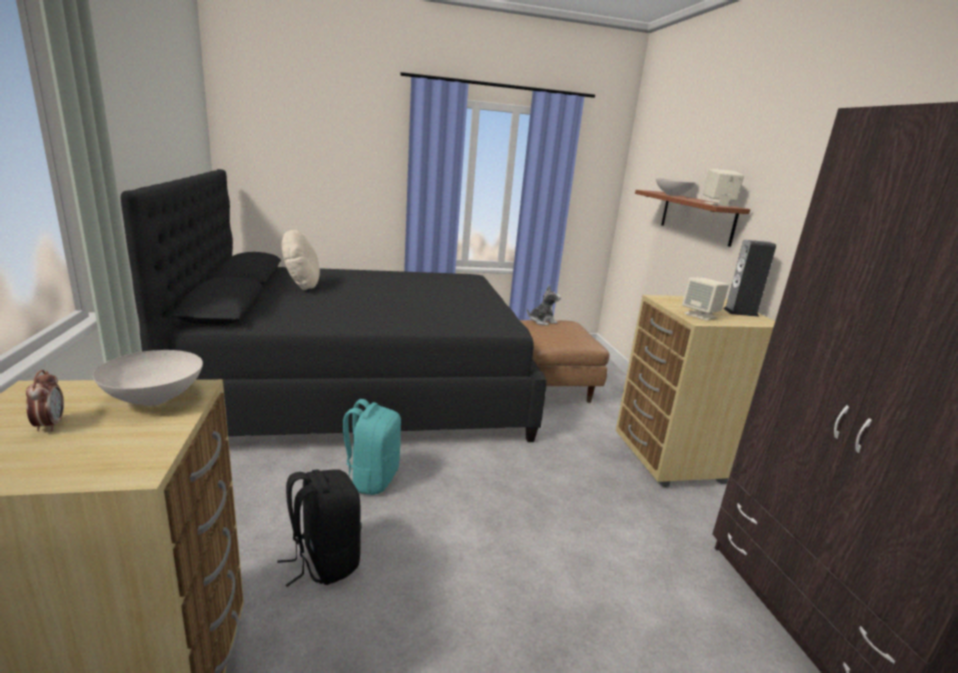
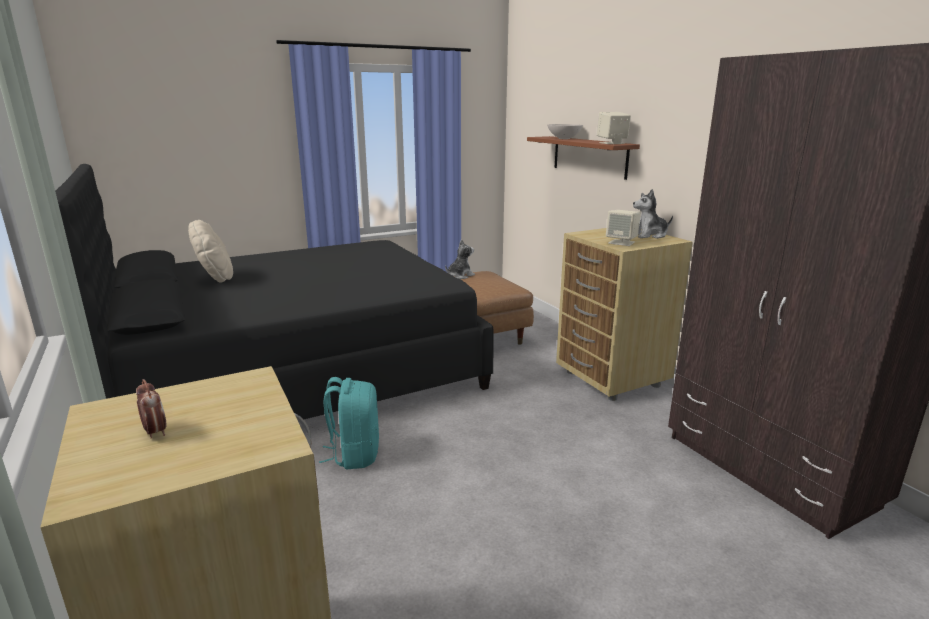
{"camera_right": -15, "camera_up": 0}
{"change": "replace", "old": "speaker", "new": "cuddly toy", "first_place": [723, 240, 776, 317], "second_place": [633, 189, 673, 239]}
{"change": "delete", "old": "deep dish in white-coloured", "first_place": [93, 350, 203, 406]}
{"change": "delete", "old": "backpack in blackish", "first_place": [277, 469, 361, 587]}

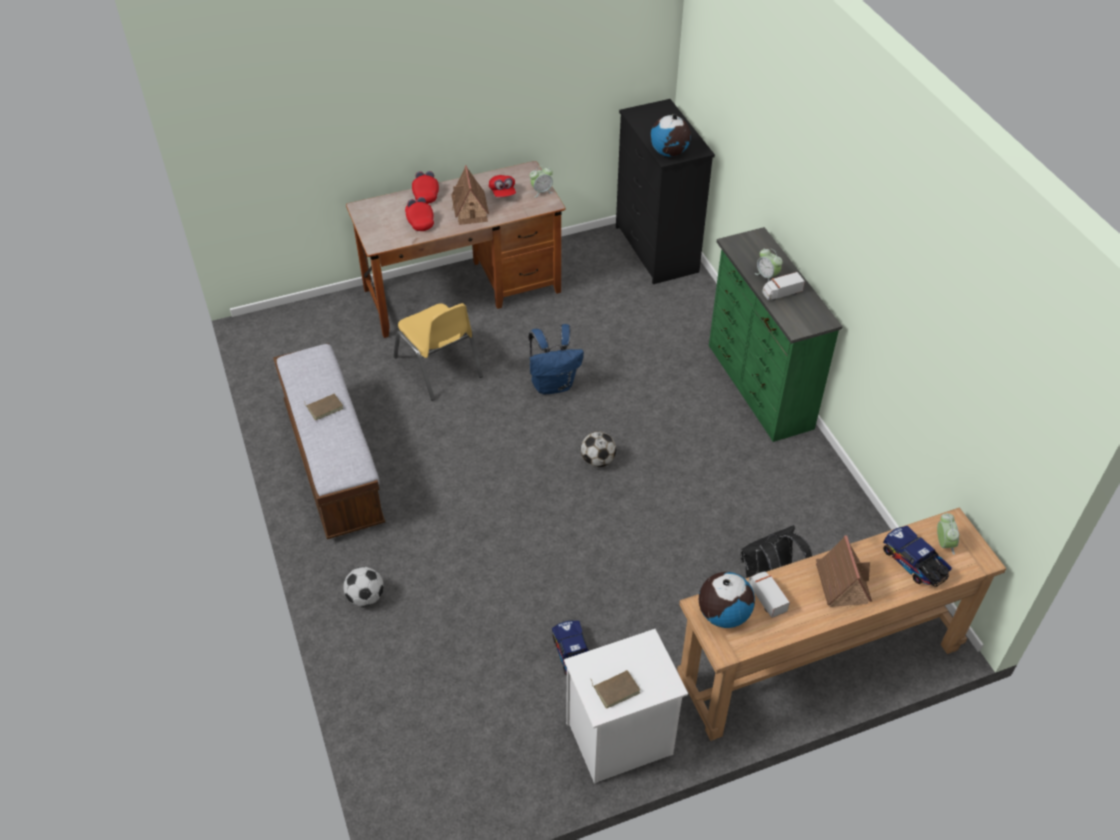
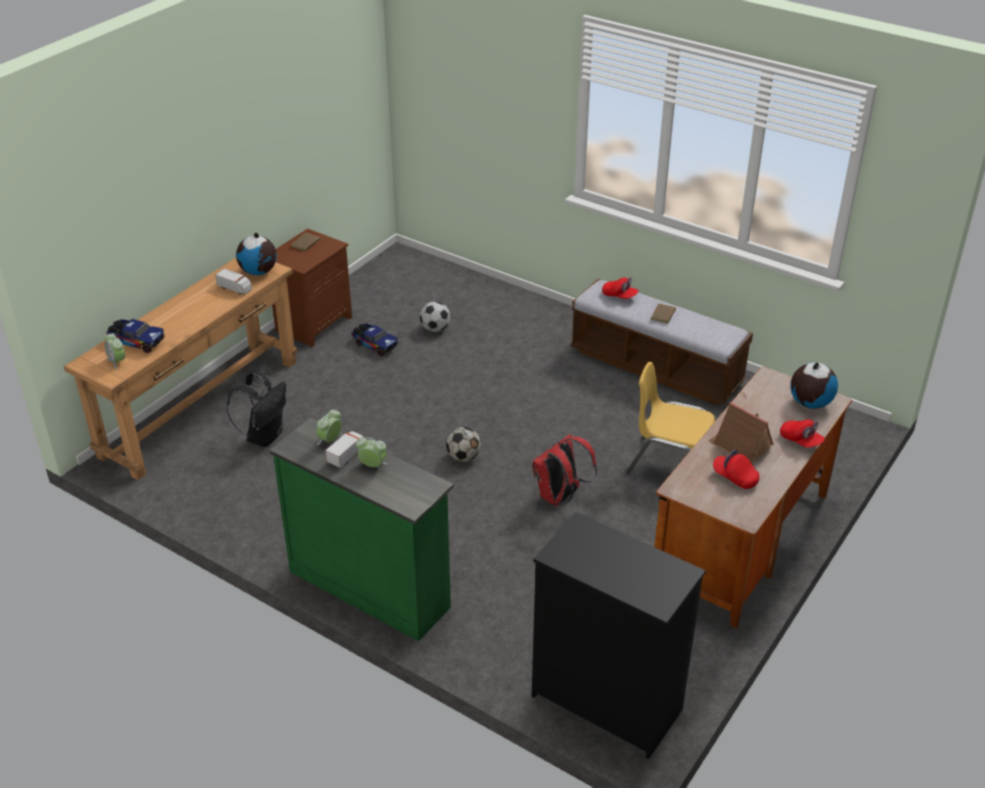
{"camera_right": 145, "camera_up": -10}
{"change": "recolor", "old": "bedside table in white-coloured", "new": "bedside table in brown-coloured", "first_place": [564, 629, 688, 784], "second_place": [272, 229, 352, 348]}
{"change": "move", "old": "bedside clock", "first_place": [529, 166, 553, 197], "second_place": [316, 410, 342, 445]}
{"change": "move", "old": "ball for football", "first_place": [343, 567, 384, 607], "second_place": [420, 301, 450, 332]}
{"change": "recolor", "old": "backpack in bluish", "new": "backpack in red", "first_place": [528, 324, 584, 395], "second_place": [532, 434, 597, 506]}
{"change": "move", "old": "cap in red", "first_place": [405, 197, 434, 231], "second_place": [602, 277, 639, 299]}
{"change": "move", "old": "desk globe", "first_place": [650, 114, 691, 157], "second_place": [790, 362, 838, 409]}
{"change": "delete", "old": "miniature house", "first_place": [816, 535, 872, 607]}

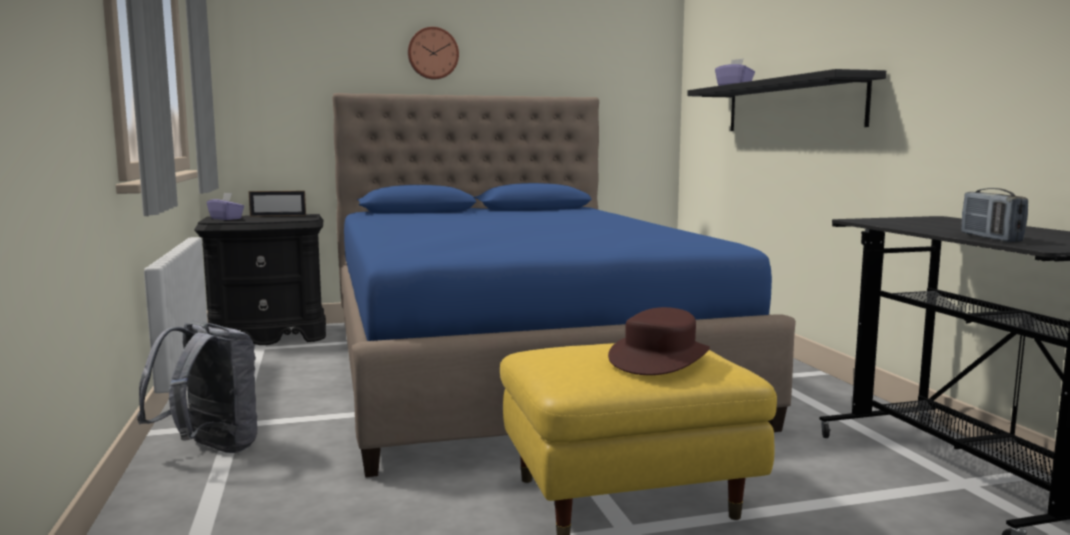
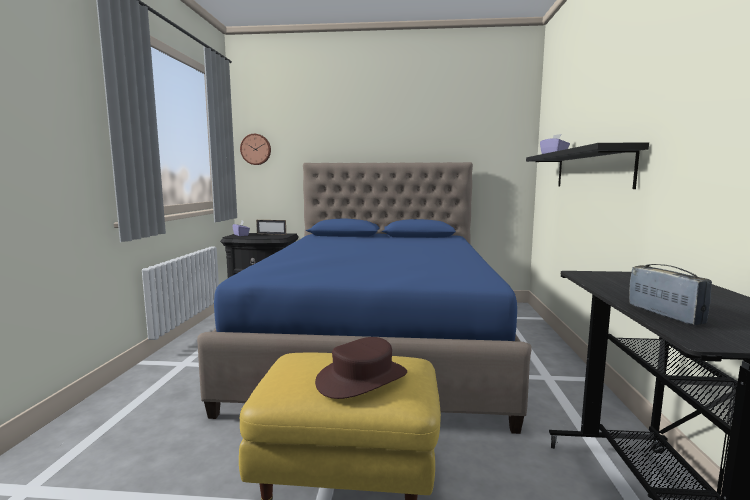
{"camera_right": 20, "camera_up": 0}
{"change": "move", "old": "wall clock", "first_place": [408, 27, 459, 79], "second_place": [240, 134, 271, 165]}
{"change": "rotate", "old": "radio receiver", "first_place": [961, 188, 1028, 242], "second_place": [629, 264, 712, 325], "degrees": 150}
{"change": "delete", "old": "backpack in greyish", "first_place": [137, 320, 258, 453]}

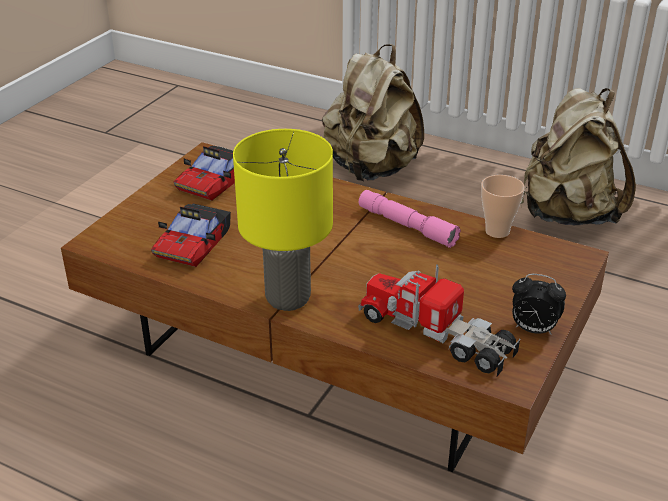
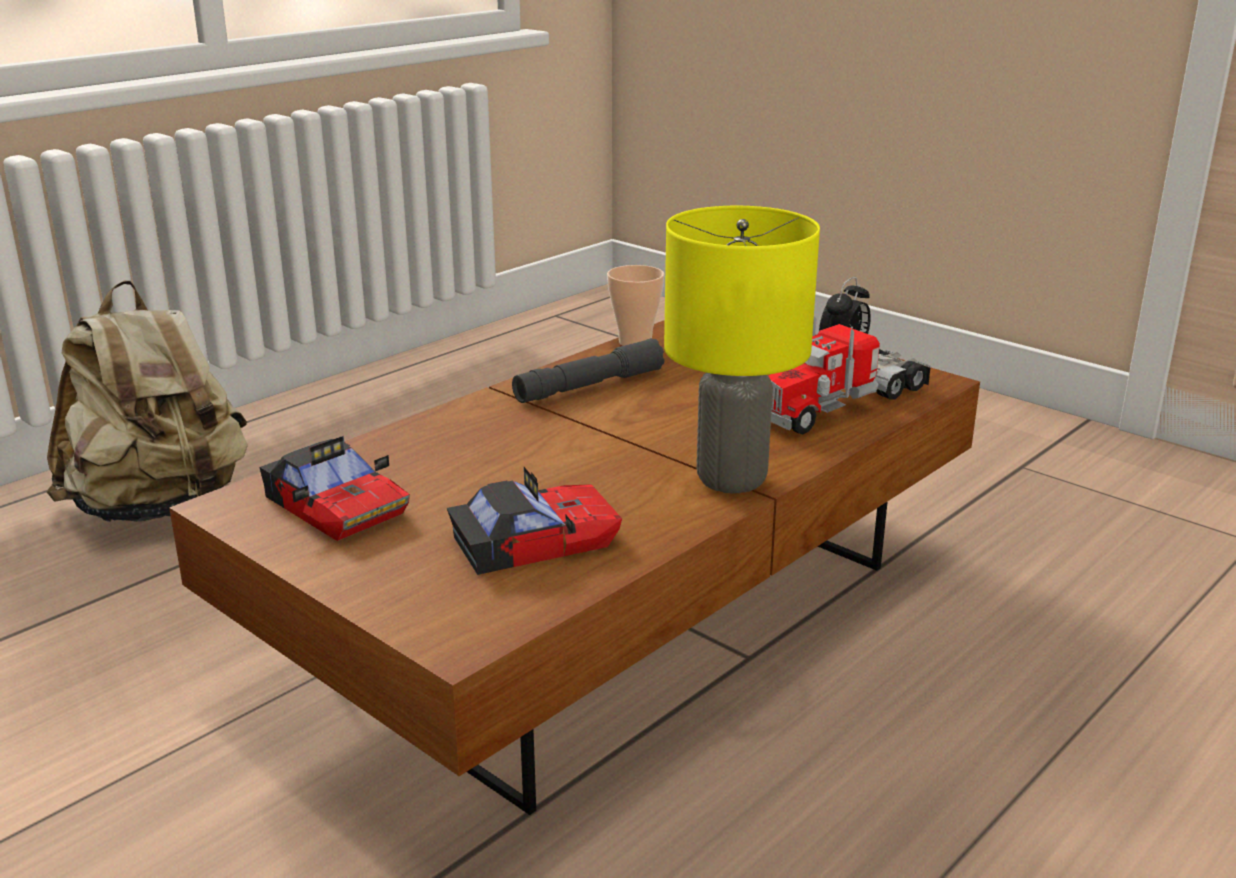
{"camera_right": -75, "camera_up": -10}
{"change": "rotate", "old": "toy car", "first_place": [151, 204, 231, 267], "second_place": [447, 467, 622, 575], "degrees": -60}
{"change": "recolor", "old": "torch in pink", "new": "torch in greyish", "first_place": [359, 190, 461, 248], "second_place": [512, 338, 665, 403]}
{"change": "delete", "old": "backpack in sand-coloured", "first_place": [521, 88, 636, 225]}

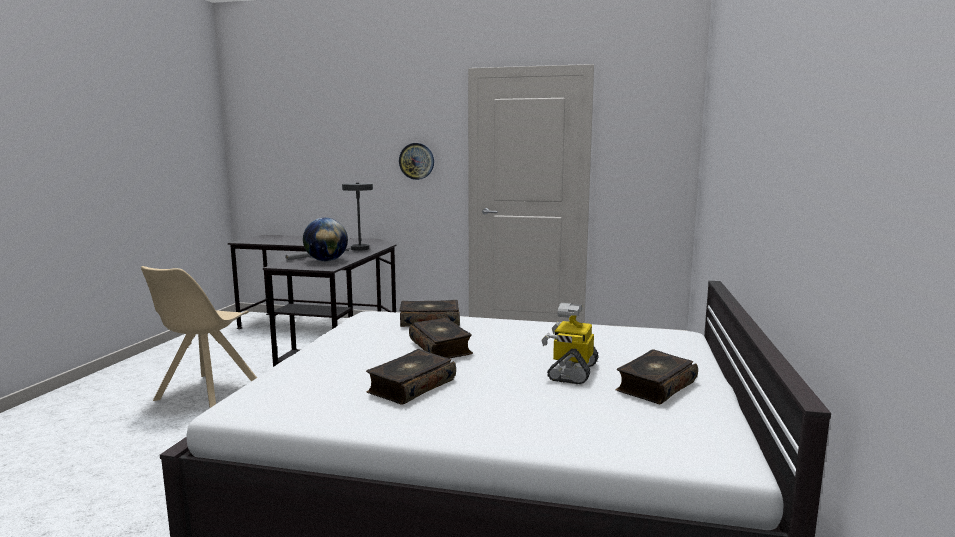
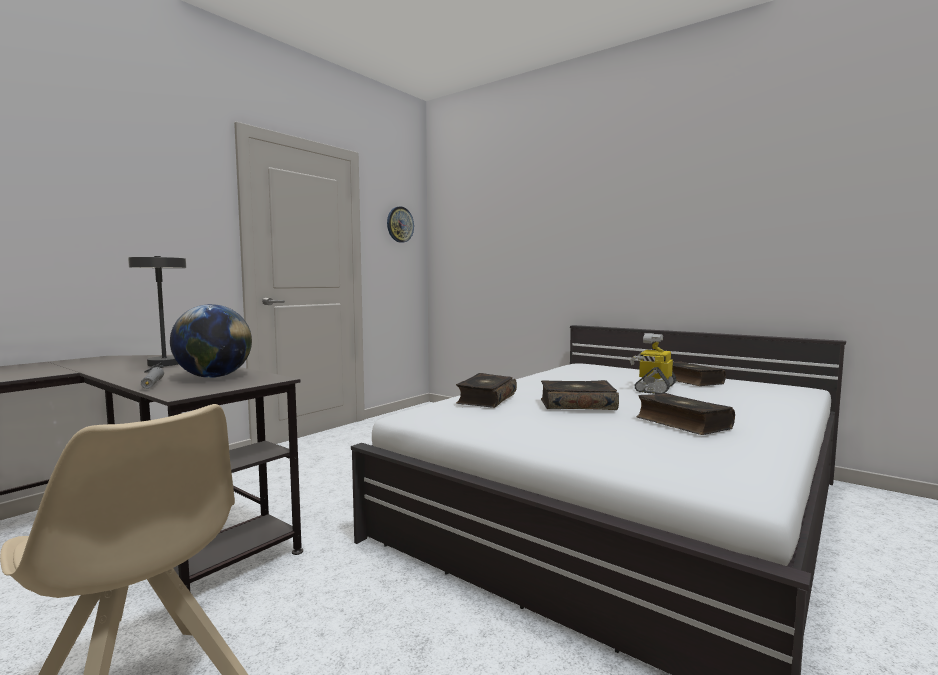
{"camera_right": -65, "camera_up": -5}
{"change": "move", "old": "wall clock", "first_place": [399, 143, 434, 180], "second_place": [387, 206, 414, 243]}
{"change": "rotate", "old": "toy robot", "first_place": [542, 303, 599, 384], "second_place": [630, 333, 677, 394], "degrees": 75}

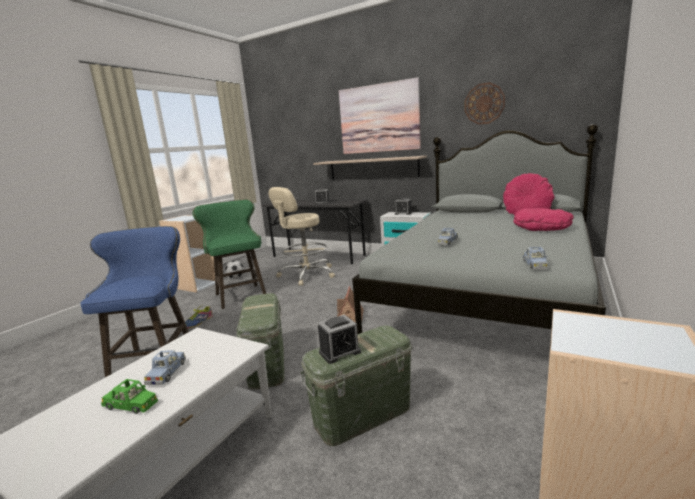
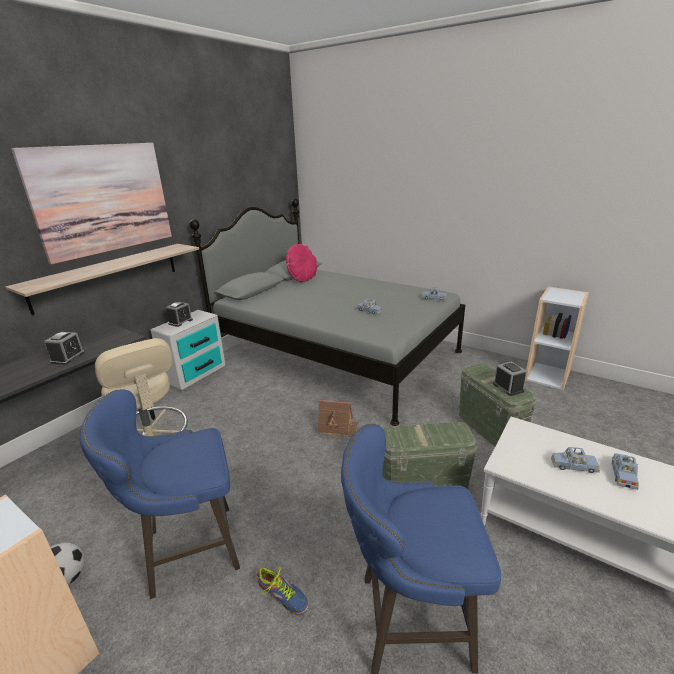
{"camera_right": -85, "camera_up": 10}
{"change": "recolor", "old": "sitting stool in green-coloured", "new": "sitting stool in bluish", "first_place": [192, 200, 266, 309], "second_place": [80, 389, 240, 599]}
{"change": "recolor", "old": "toy car in green-coloured", "new": "toy car in bluish", "first_place": [101, 379, 158, 414], "second_place": [612, 453, 639, 490]}
{"change": "delete", "old": "wall clock", "first_place": [464, 82, 505, 125]}
{"change": "delete", "old": "throw pillow in pink", "first_place": [513, 208, 574, 231]}

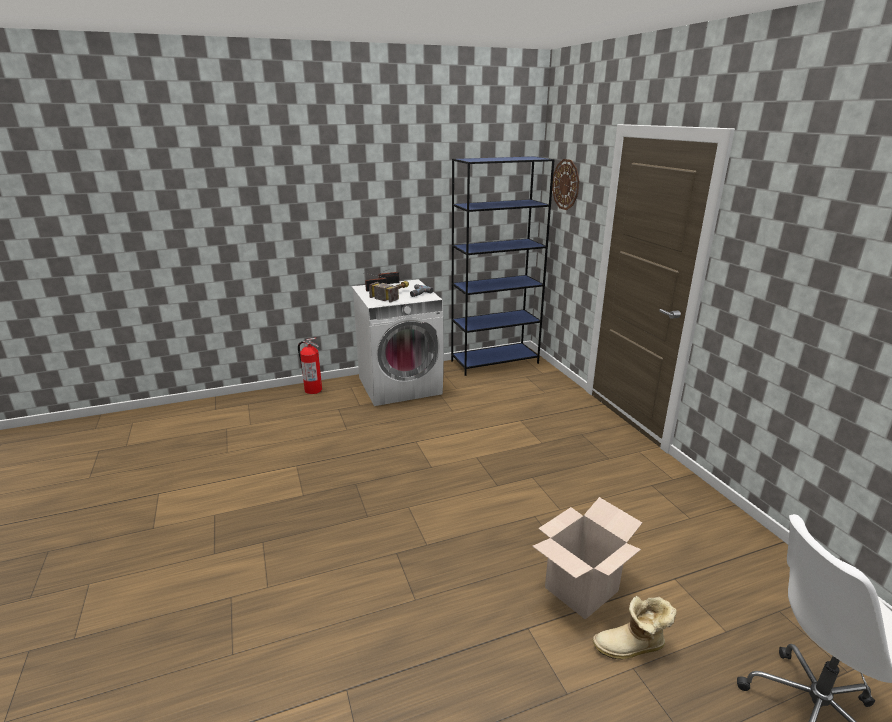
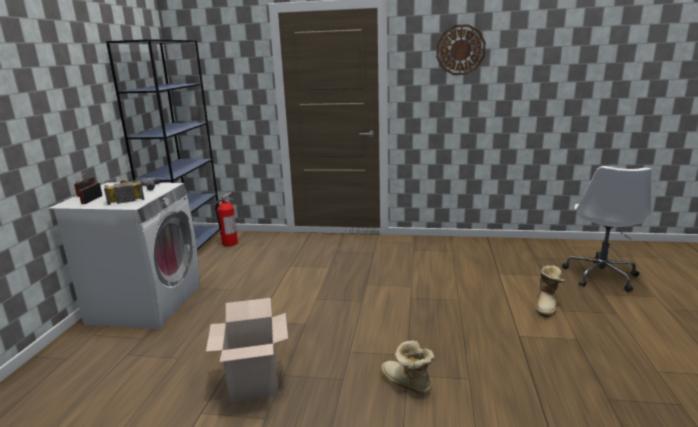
{"camera_right": -60, "camera_up": -5}
{"change": "move", "old": "packing box", "first_place": [532, 497, 642, 619], "second_place": [206, 298, 288, 403]}
{"change": "move", "old": "fire-fighting cylinder", "first_place": [298, 338, 322, 394], "second_place": [215, 192, 238, 246]}
{"change": "insert", "new": "tall boot", "second_place": [381, 340, 435, 394]}
{"change": "move", "old": "wall clock", "first_place": [552, 159, 579, 210], "second_place": [436, 24, 486, 75]}

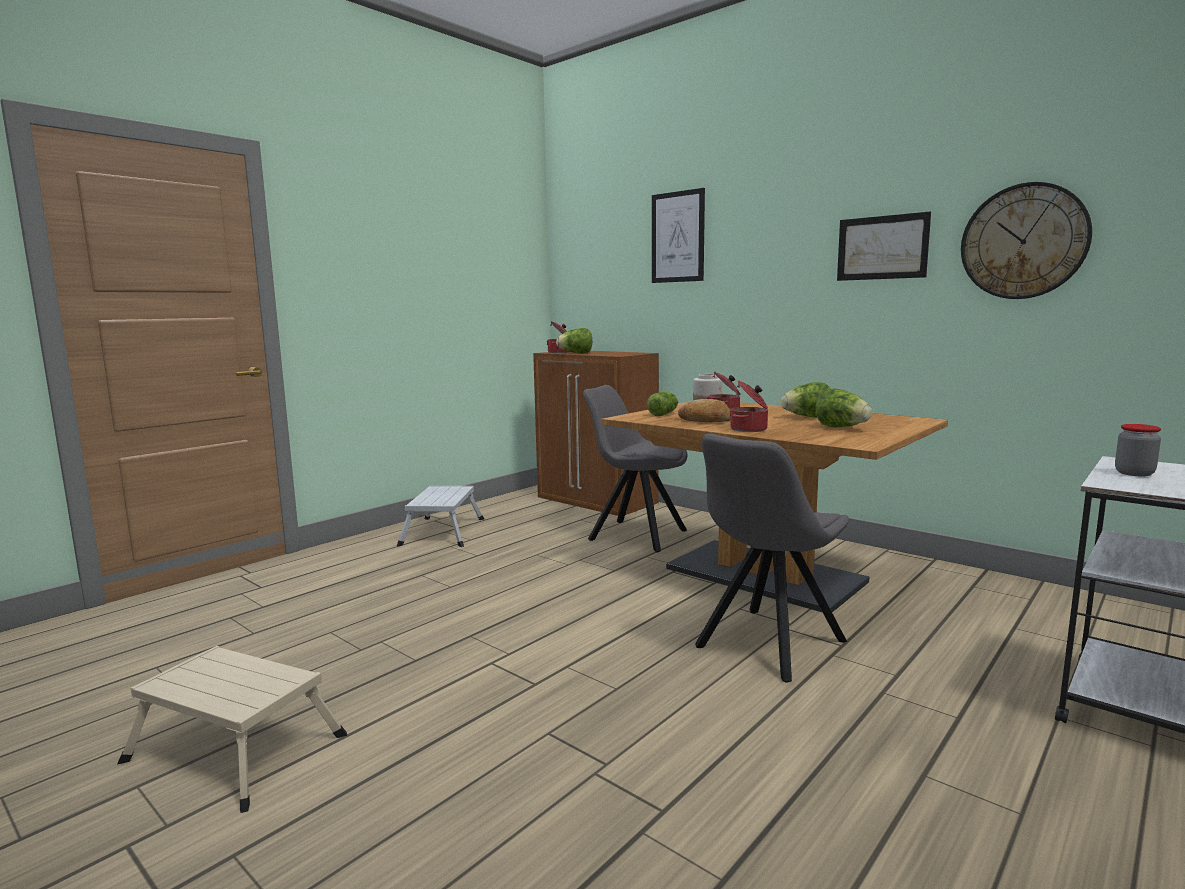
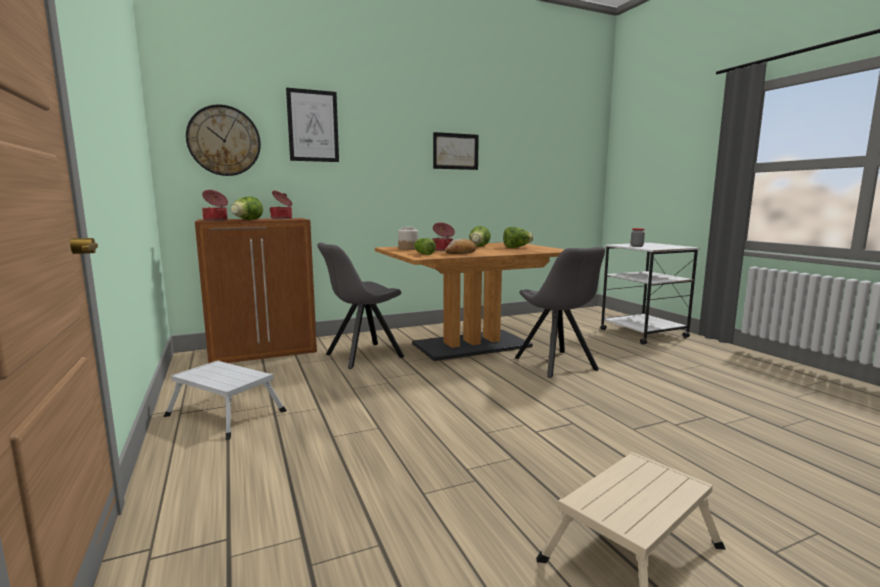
{"camera_right": -65, "camera_up": 0}
{"change": "move", "old": "wall clock", "first_place": [961, 182, 1092, 299], "second_place": [186, 105, 261, 176]}
{"change": "move", "old": "cooking pot", "first_place": [730, 381, 768, 432], "second_place": [269, 191, 292, 219]}

